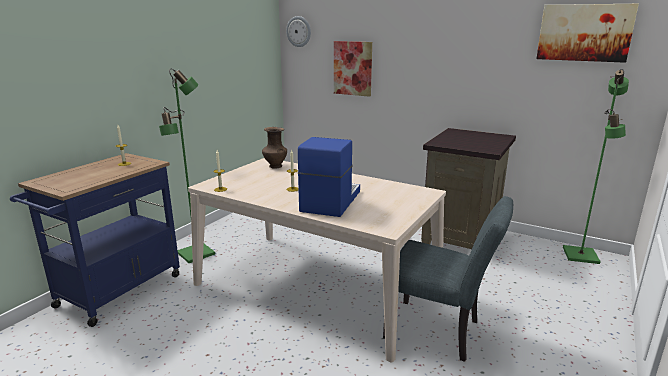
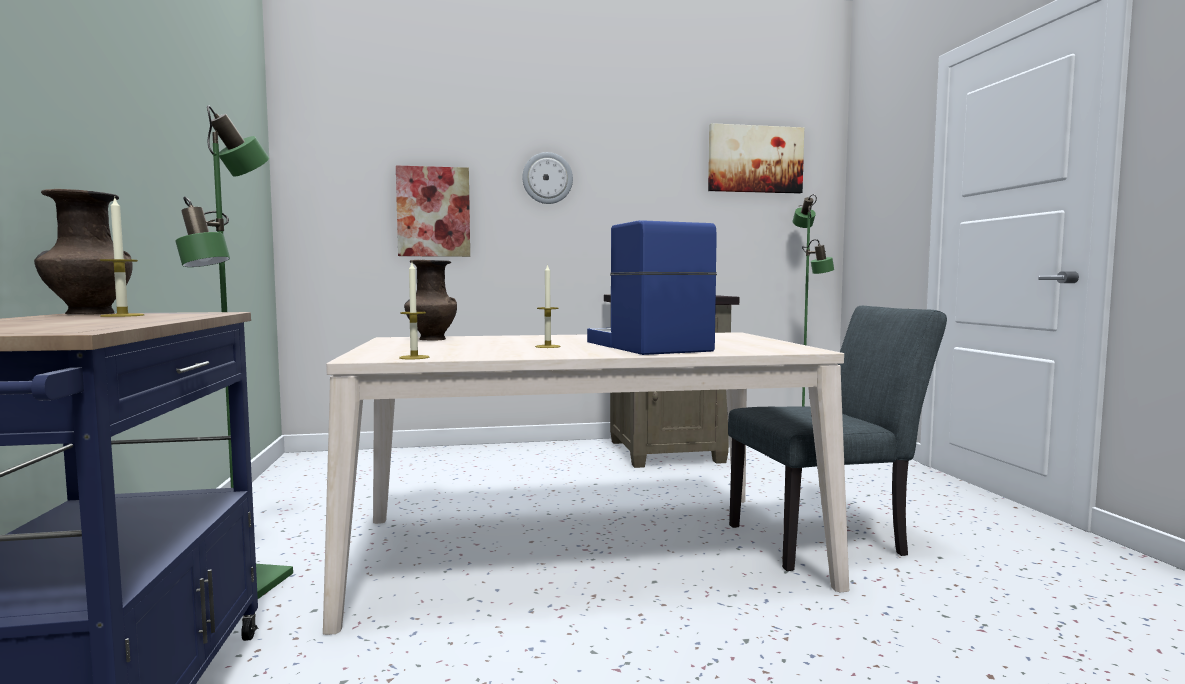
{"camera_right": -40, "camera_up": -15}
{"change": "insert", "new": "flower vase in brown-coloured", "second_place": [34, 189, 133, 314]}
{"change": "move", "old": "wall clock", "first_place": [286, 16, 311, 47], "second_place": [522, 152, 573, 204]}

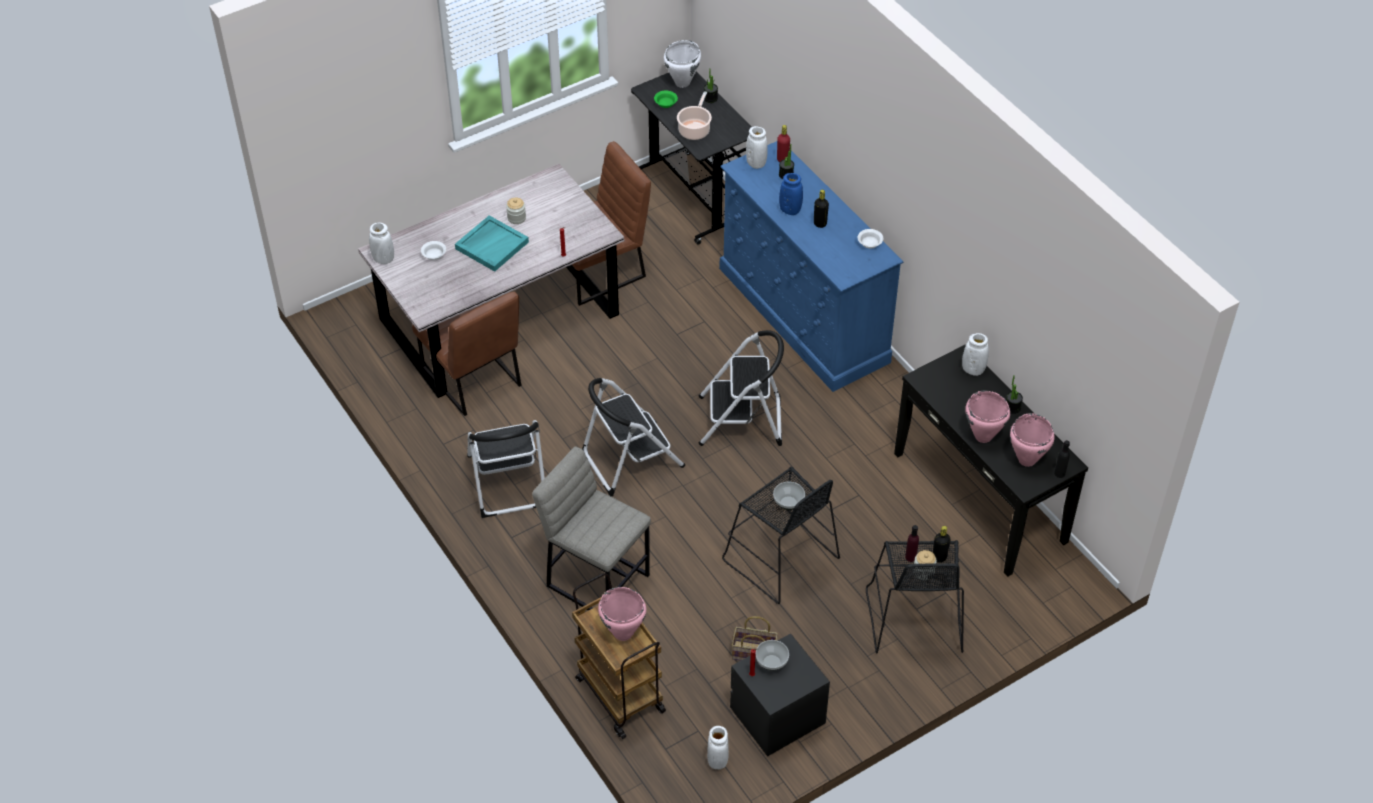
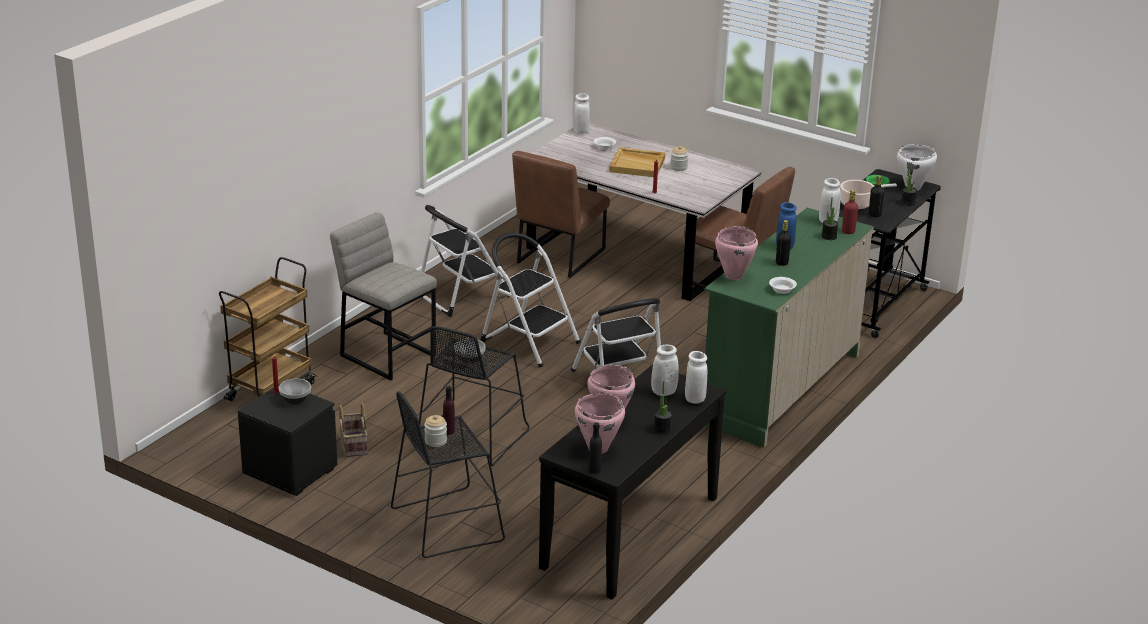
{"camera_right": 65, "camera_up": -20}
{"change": "rotate", "old": "plain chair in greyish", "first_place": [532, 446, 651, 610], "second_place": [330, 212, 437, 381], "degrees": -60}
{"change": "recolor", "old": "serving tray in turquoise-coloured", "new": "serving tray in sand-coloured", "first_place": [455, 215, 529, 272], "second_place": [609, 147, 665, 177]}
{"change": "move", "old": "flower vase in white-coloured", "first_place": [707, 726, 729, 769], "second_place": [651, 345, 679, 396]}
{"change": "recolor", "old": "drawer chest in bluish", "new": "drawer chest in green-coloured", "first_place": [719, 141, 903, 392], "second_place": [704, 208, 874, 447]}
{"change": "move", "old": "cooking pot in pink", "first_place": [598, 587, 647, 641], "second_place": [715, 226, 758, 280]}
{"change": "move", "old": "drink bottle in blackish", "first_place": [933, 526, 950, 563], "second_place": [869, 175, 884, 217]}

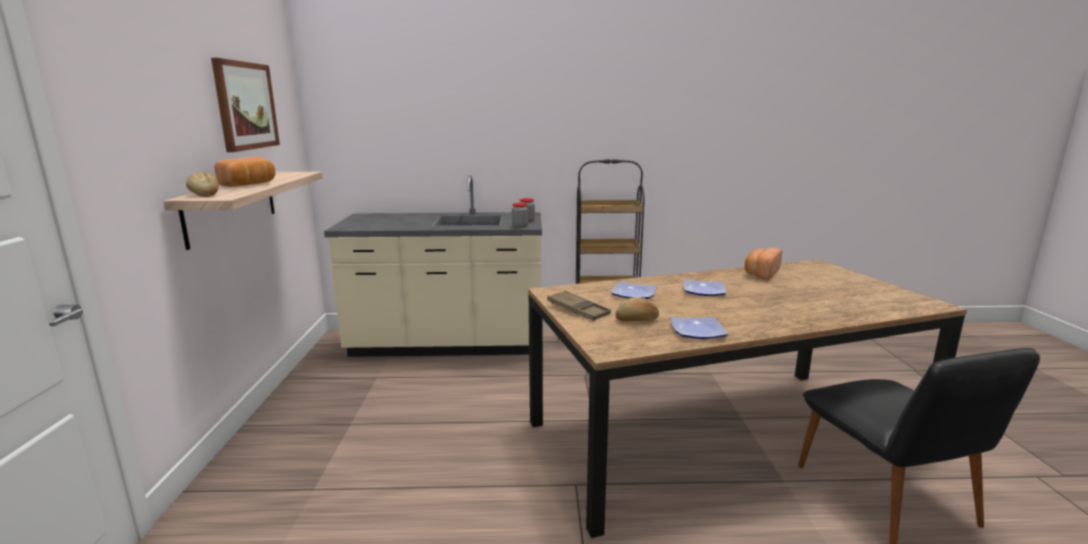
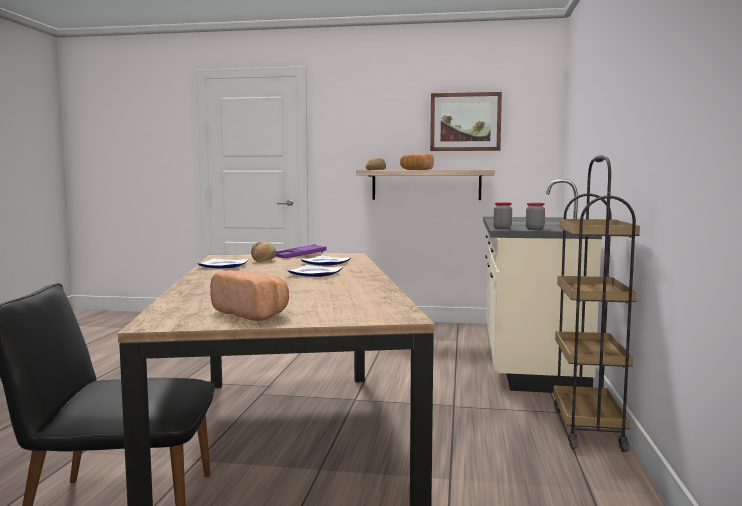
{"camera_right": 100, "camera_up": -10}
{"change": "move", "old": "bakery bread", "first_place": [745, 248, 782, 280], "second_place": [210, 270, 289, 321]}
{"change": "recolor", "old": "serving tray in brown-coloured", "new": "serving tray in purplish", "first_place": [547, 290, 611, 321], "second_place": [276, 244, 327, 258]}

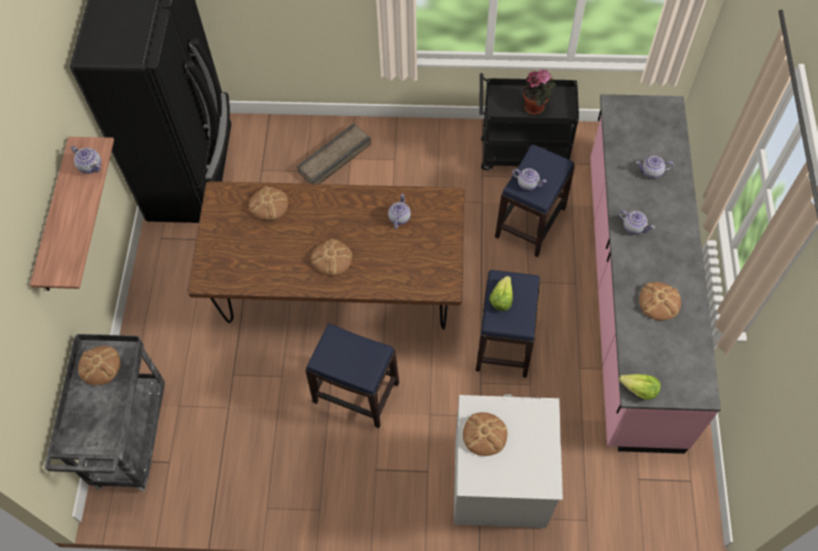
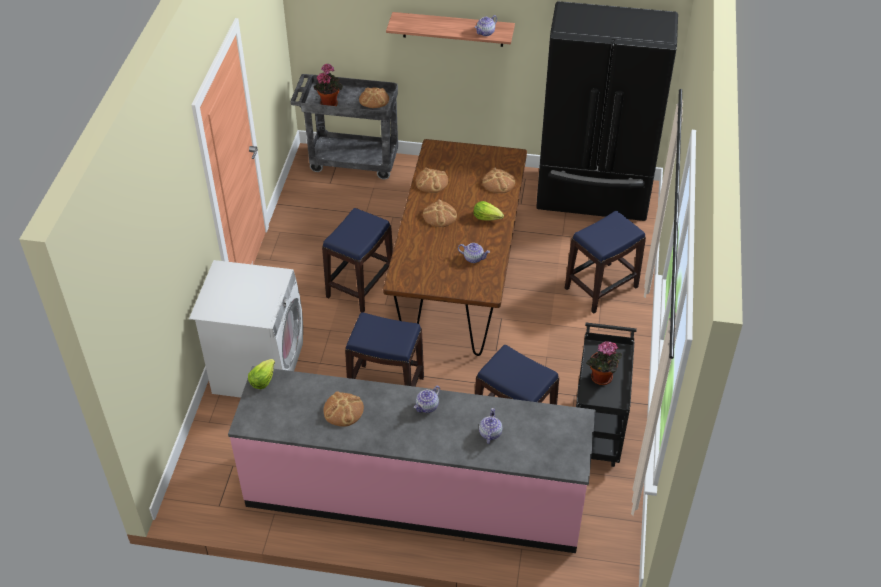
{"camera_right": 95, "camera_up": -15}
{"change": "insert", "new": "houseplant", "second_place": [313, 64, 343, 106]}
{"change": "move", "old": "bakery bread", "first_place": [463, 412, 507, 456], "second_place": [416, 167, 448, 193]}
{"change": "move", "old": "head of lettuce", "first_place": [489, 276, 513, 311], "second_place": [473, 201, 504, 221]}
{"change": "replace", "old": "packing crate", "new": "sitting stool", "first_place": [297, 123, 371, 184], "second_place": [565, 211, 646, 314]}
{"change": "delete", "old": "tea pot", "first_place": [512, 168, 547, 191]}

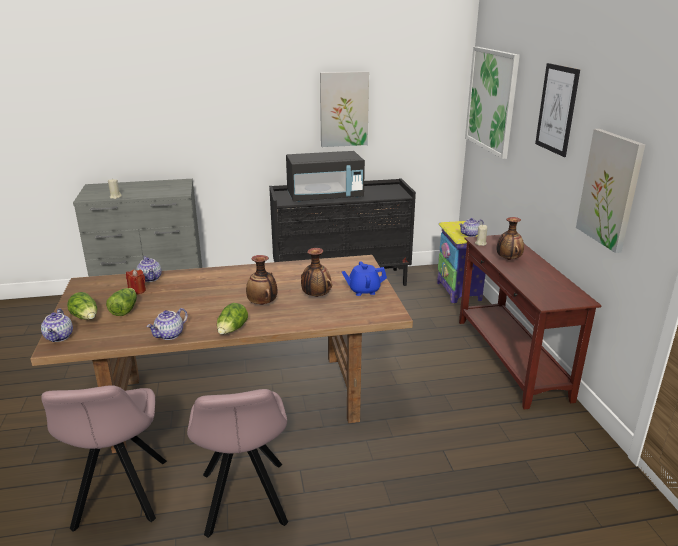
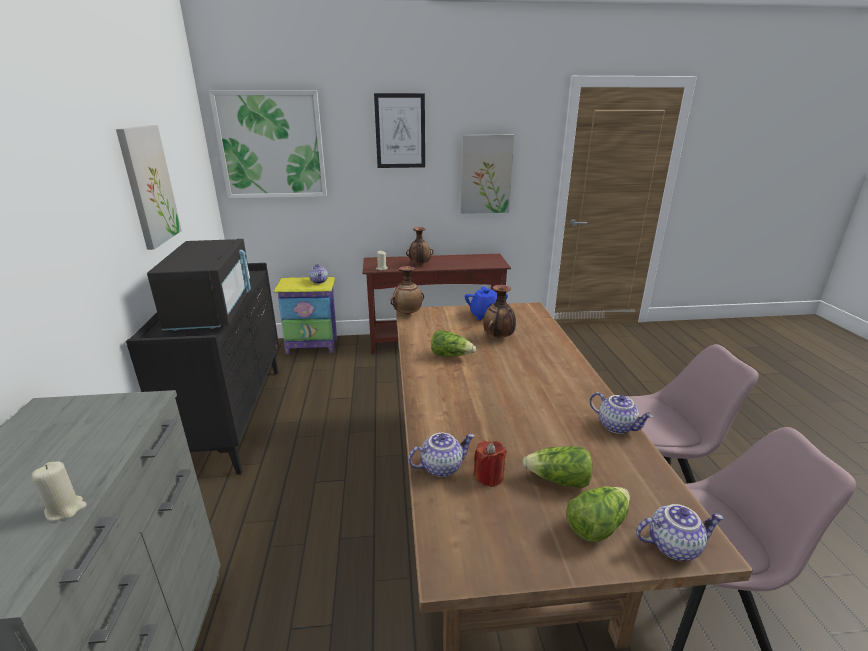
{"camera_right": -85, "camera_up": 0}
{"change": "move", "old": "flower vase", "first_place": [246, 255, 278, 305], "second_place": [390, 266, 424, 315]}
{"change": "move", "old": "head of lettuce", "first_place": [217, 303, 248, 334], "second_place": [431, 330, 476, 356]}

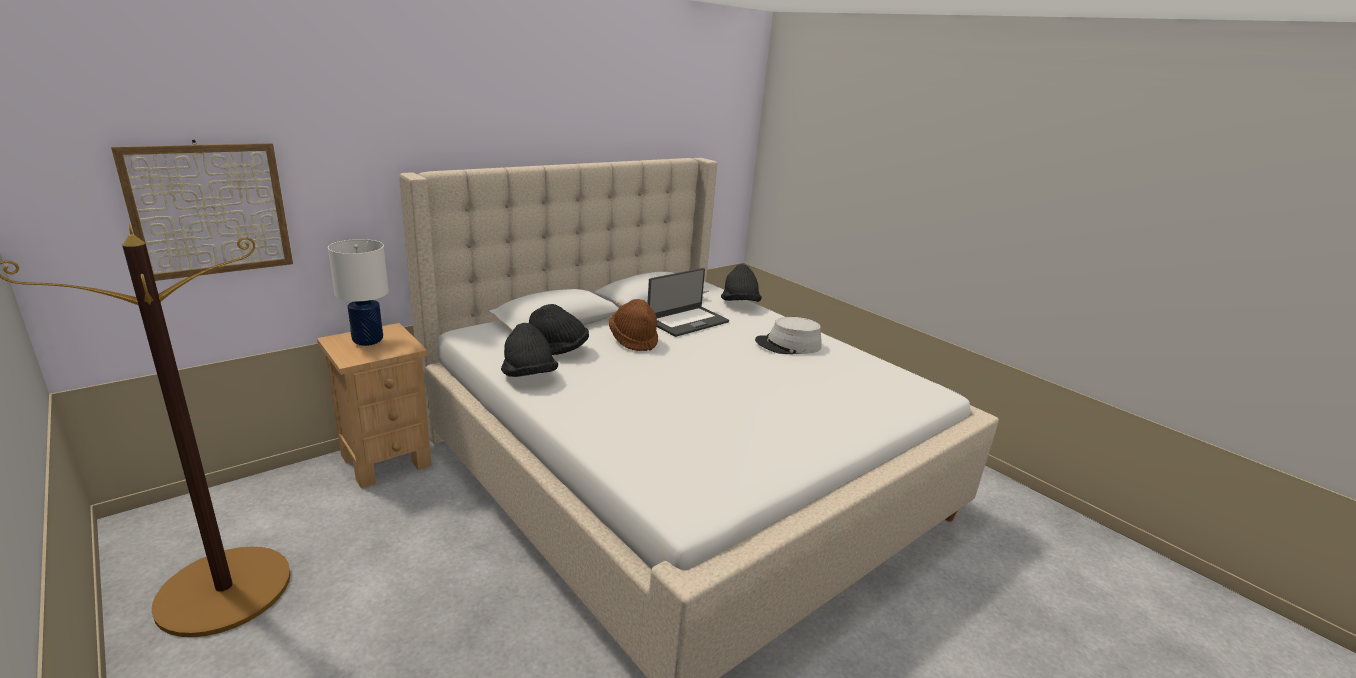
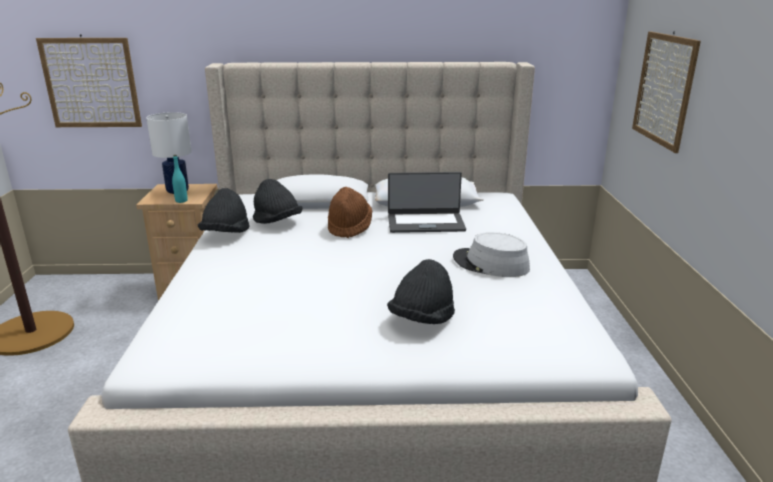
{"camera_right": 40, "camera_up": 0}
{"change": "insert", "new": "drink bottle in turquoise-coloured", "second_place": [172, 155, 188, 203]}
{"change": "move", "old": "wearable hat in blackish", "first_place": [721, 264, 762, 302], "second_place": [387, 259, 455, 324]}
{"change": "insert", "new": "wall art", "second_place": [632, 31, 701, 153]}

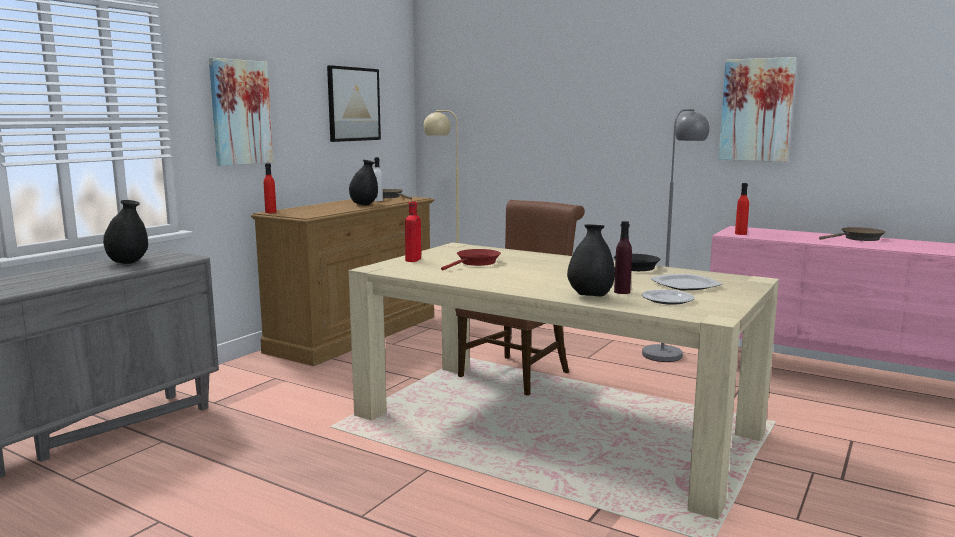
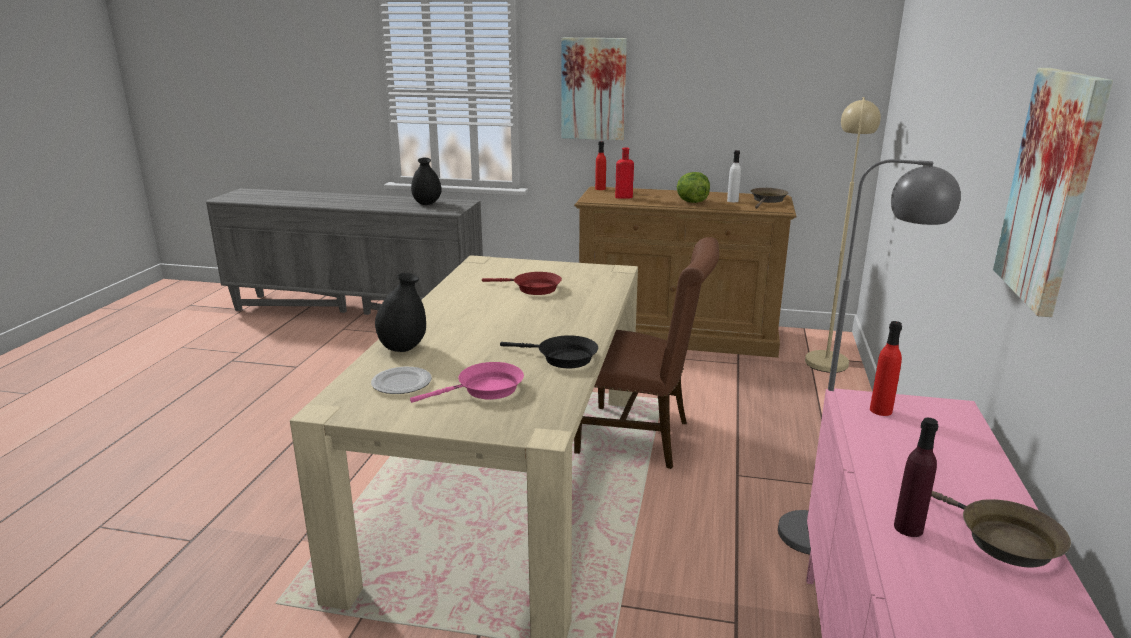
{"camera_right": 70, "camera_up": 10}
{"change": "replace", "old": "dinner plate", "new": "skillet in pink", "first_place": [650, 274, 722, 290], "second_place": [410, 362, 524, 403]}
{"change": "move", "old": "drink bottle in red", "first_place": [405, 202, 421, 262], "second_place": [615, 148, 634, 199]}
{"change": "replace", "old": "flower vase in blackish", "new": "head of lettuce", "first_place": [349, 160, 378, 205], "second_place": [677, 172, 710, 203]}
{"change": "move", "old": "drink bottle in purplish", "first_place": [614, 221, 632, 294], "second_place": [894, 418, 938, 537]}
{"change": "delete", "old": "wall art", "first_place": [327, 65, 381, 142]}

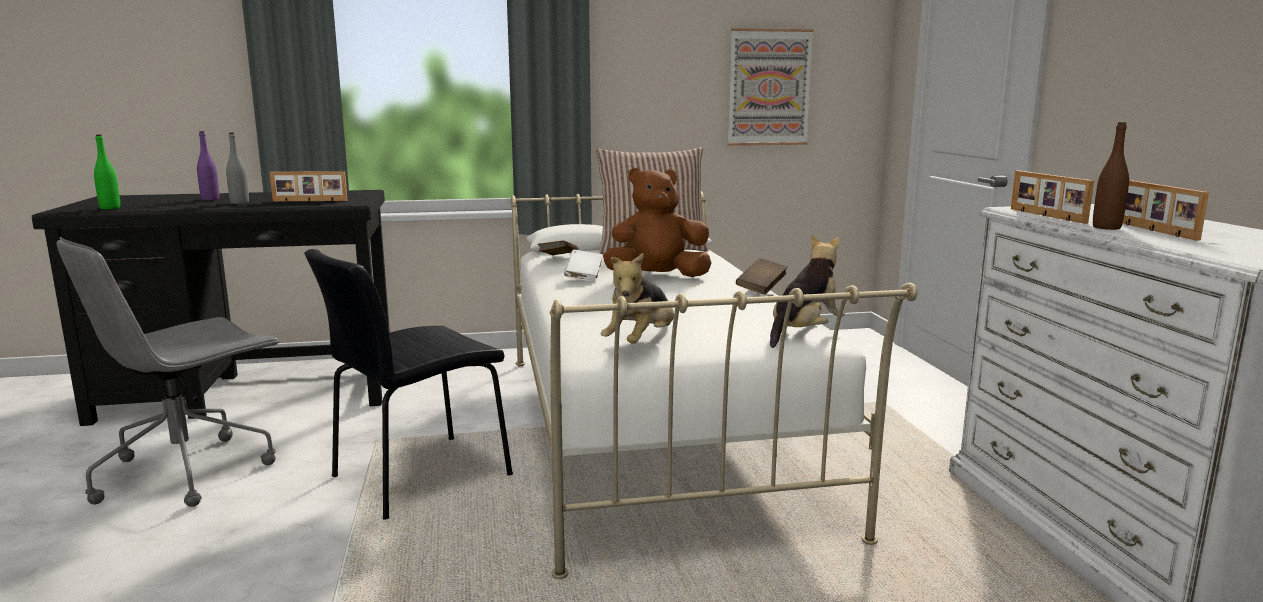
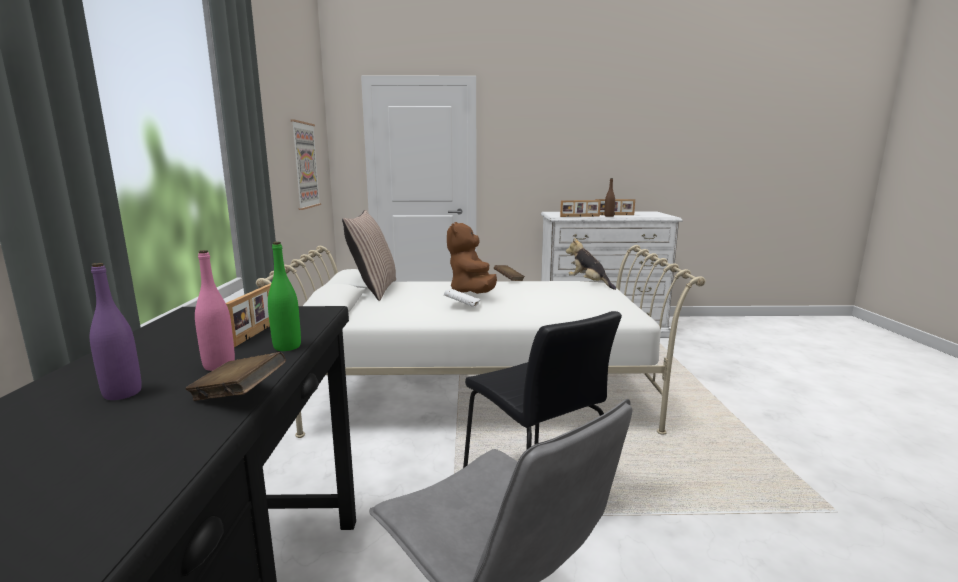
{"camera_right": -80, "camera_up": 0}
{"change": "move", "old": "bound book in brown-coloured", "first_place": [538, 241, 578, 255], "second_place": [185, 352, 286, 401]}
{"change": "recolor", "old": "drink bottle in greyish", "new": "drink bottle in pink", "first_place": [226, 132, 249, 204], "second_place": [195, 250, 235, 371]}
{"change": "move", "old": "drink bottle in green-coloured", "first_place": [94, 134, 120, 209], "second_place": [268, 242, 301, 351]}
{"change": "delete", "old": "cuddly toy", "first_place": [601, 253, 674, 344]}

